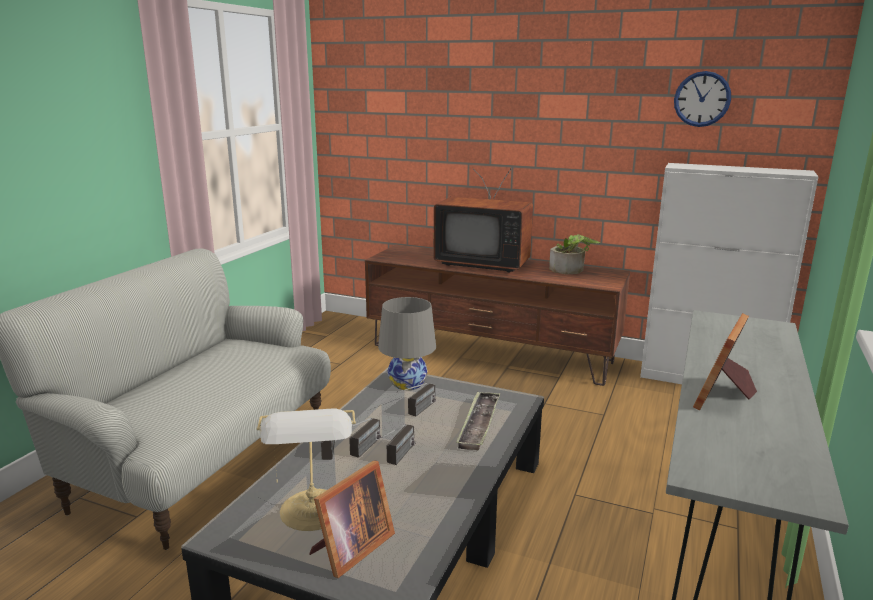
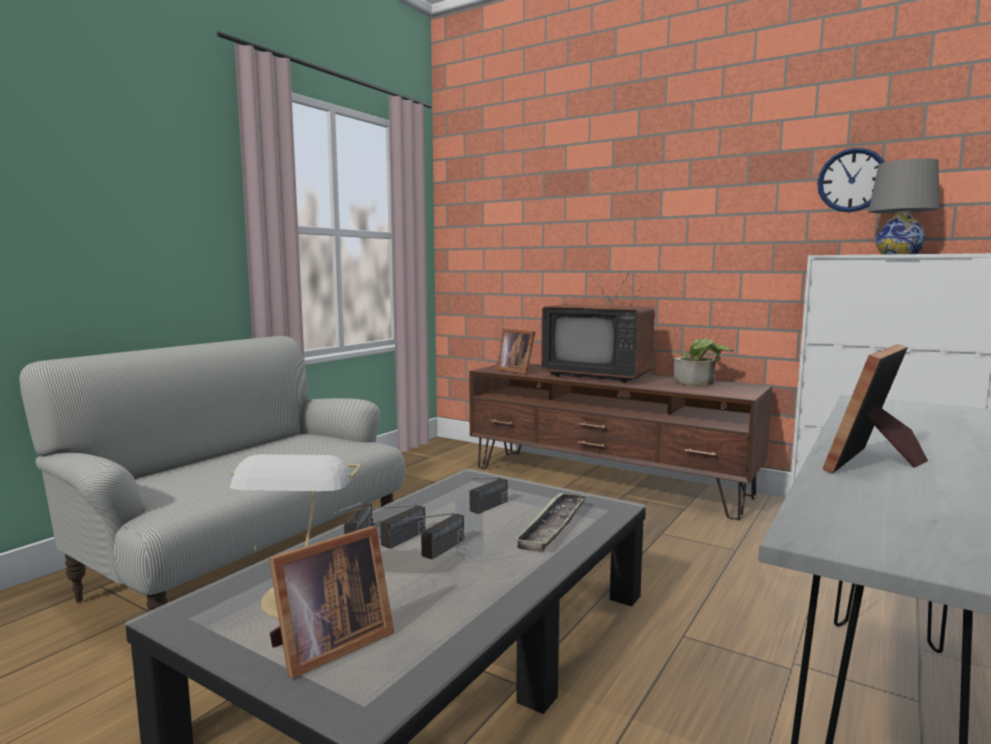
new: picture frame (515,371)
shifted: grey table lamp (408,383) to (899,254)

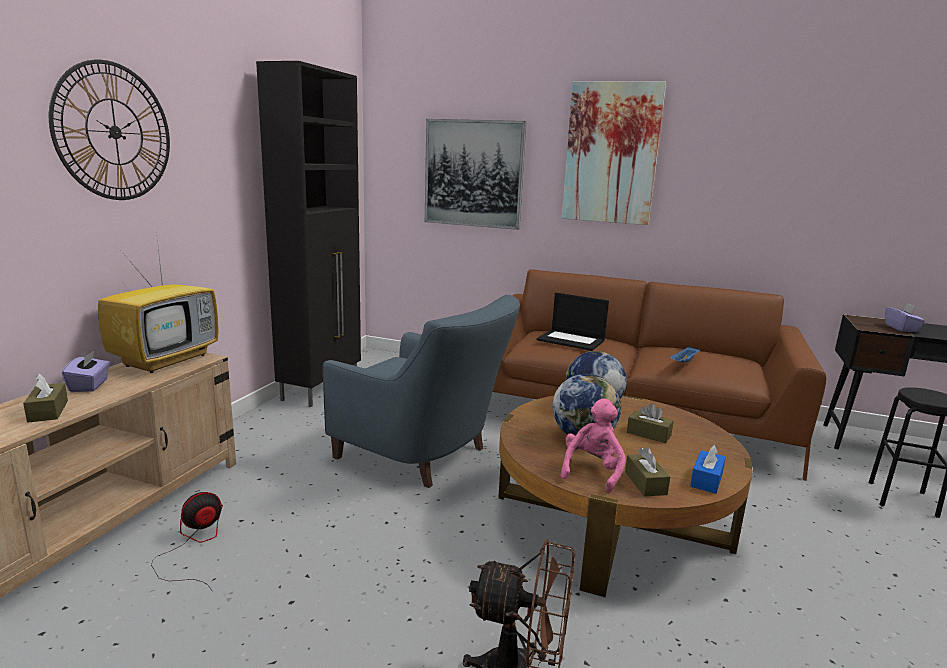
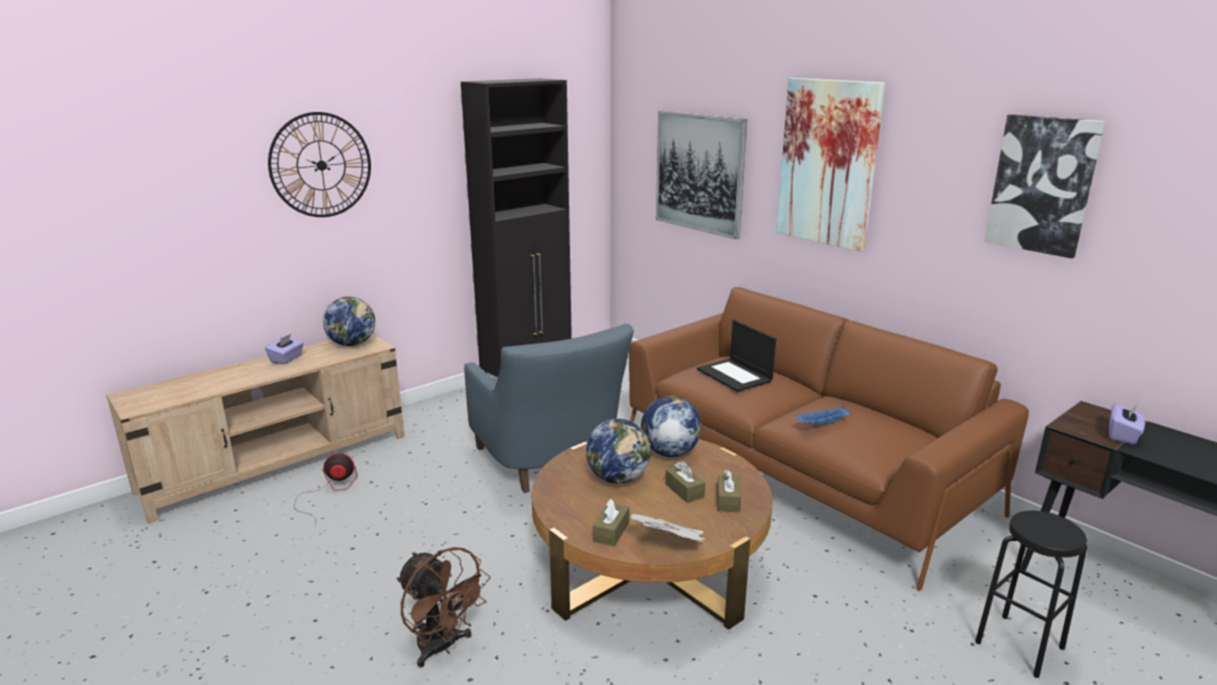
gone: pink plush toy (592,471)
new: picture (1042,185)
shifted: brown tissue box (48,411) to (728,500)
swapped: television (166,360) to globe (352,344); blue tissue box (706,480) to newspaper (671,544)

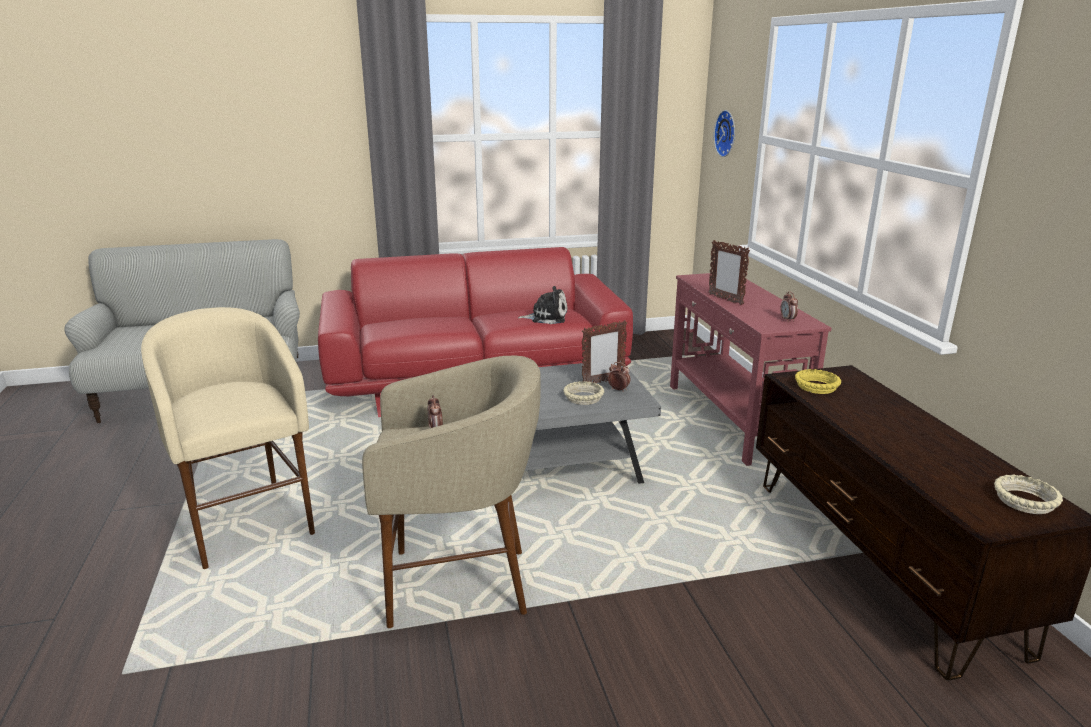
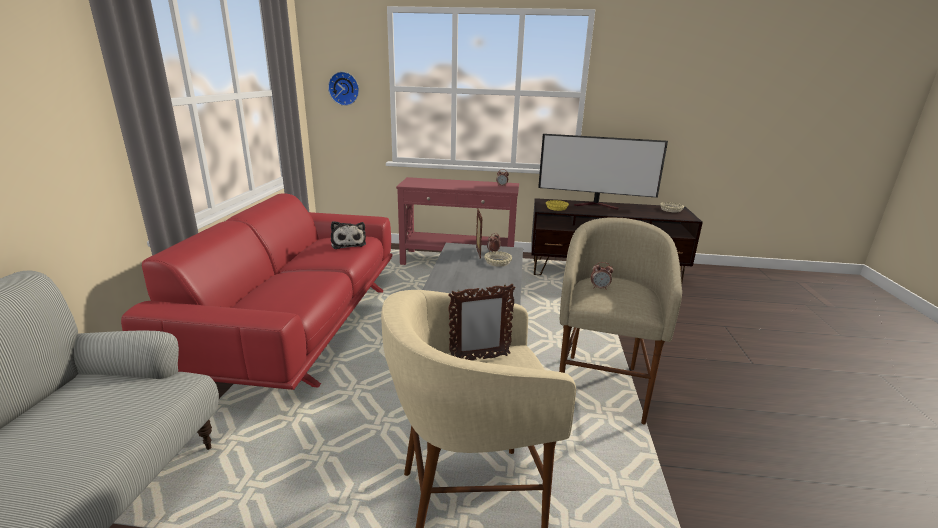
new: television (597,205)
shifted: picture frame (725,299) to (479,359)
rotated: plush toy (546,317) = (348,243) 135 degrees clockwise

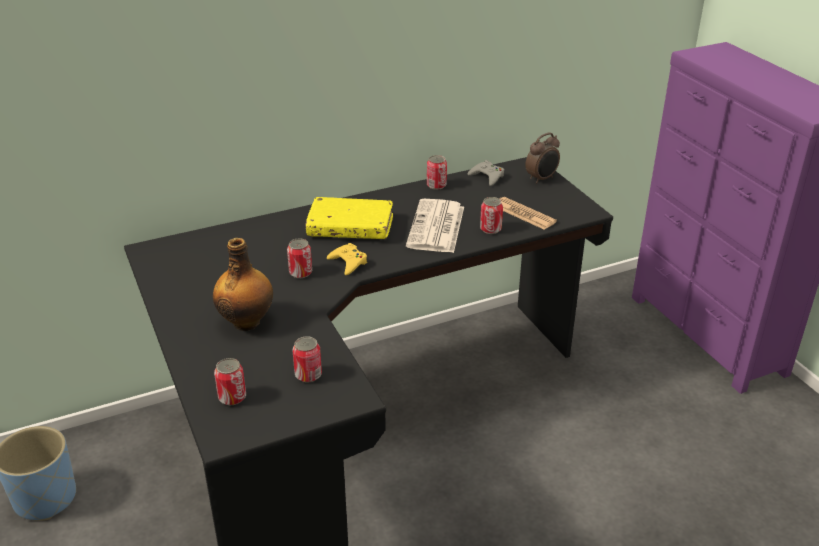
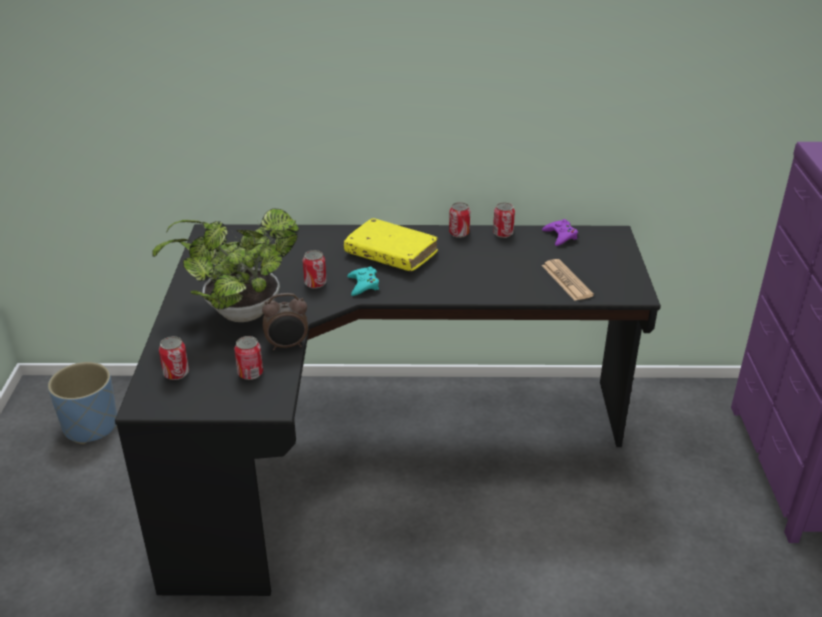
gone: newspaper (436,227)
shifted: alarm clock (542,179) to (287,346); can (490,229) to (459,233)
swapped: bottle (247,322) to potted plant (238,313)
repainted: grey game controller (487,177) to purple game controller (560,236); yellow game controller (348,262) to turquoise game controller (363,285)

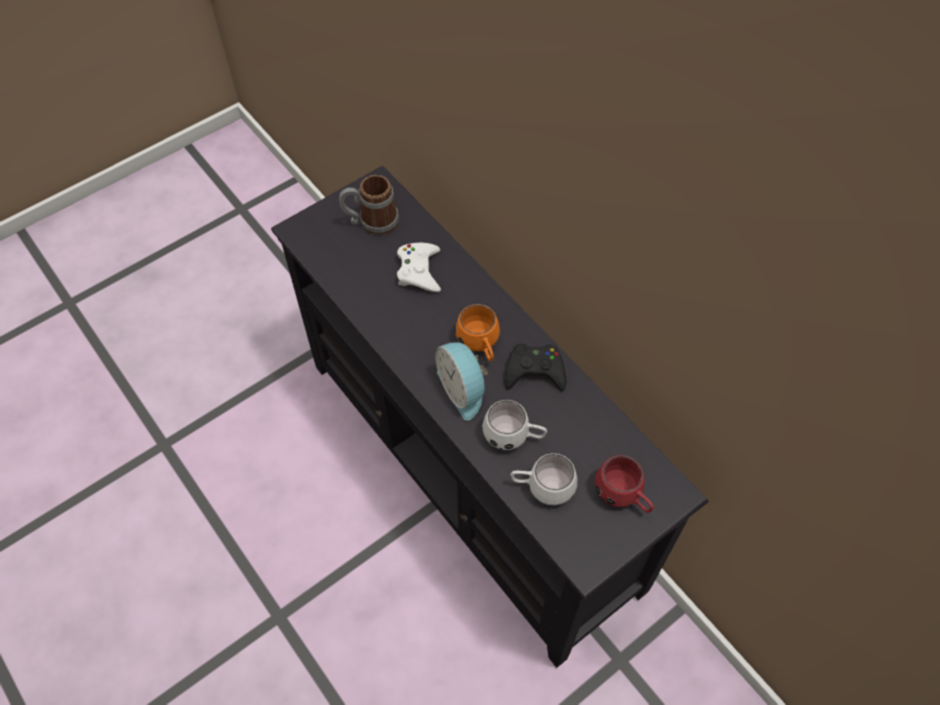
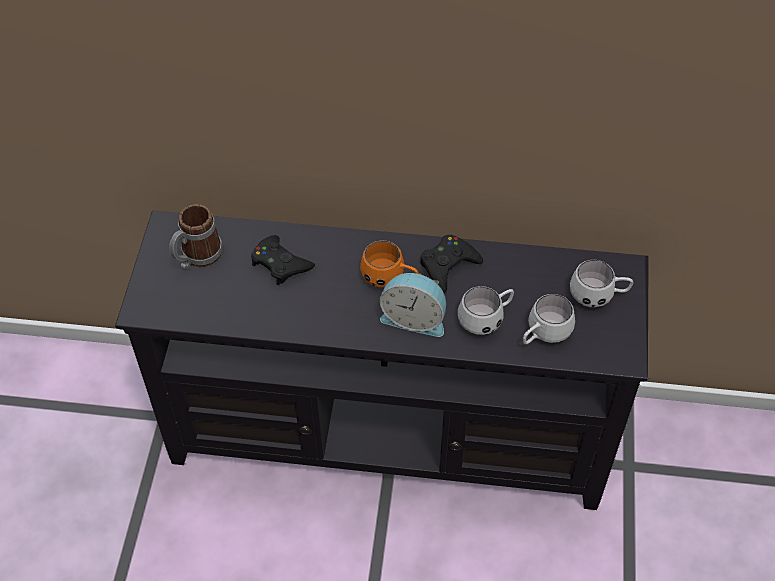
repainted: white game controller (419,271) to black game controller (280,264); red mug (623,496) to white mug (598,296)

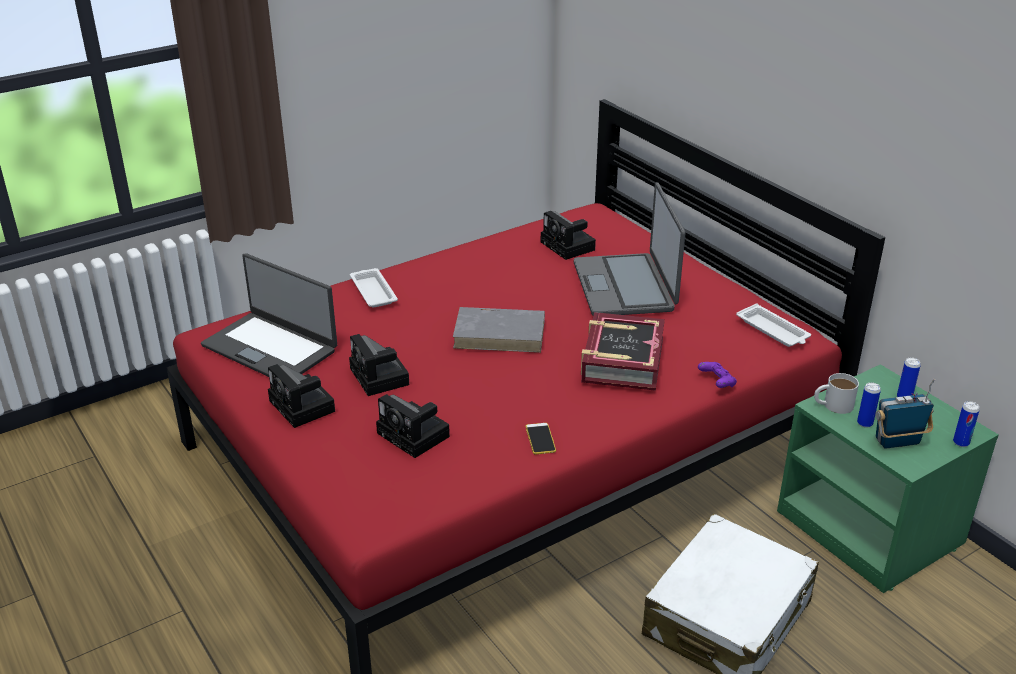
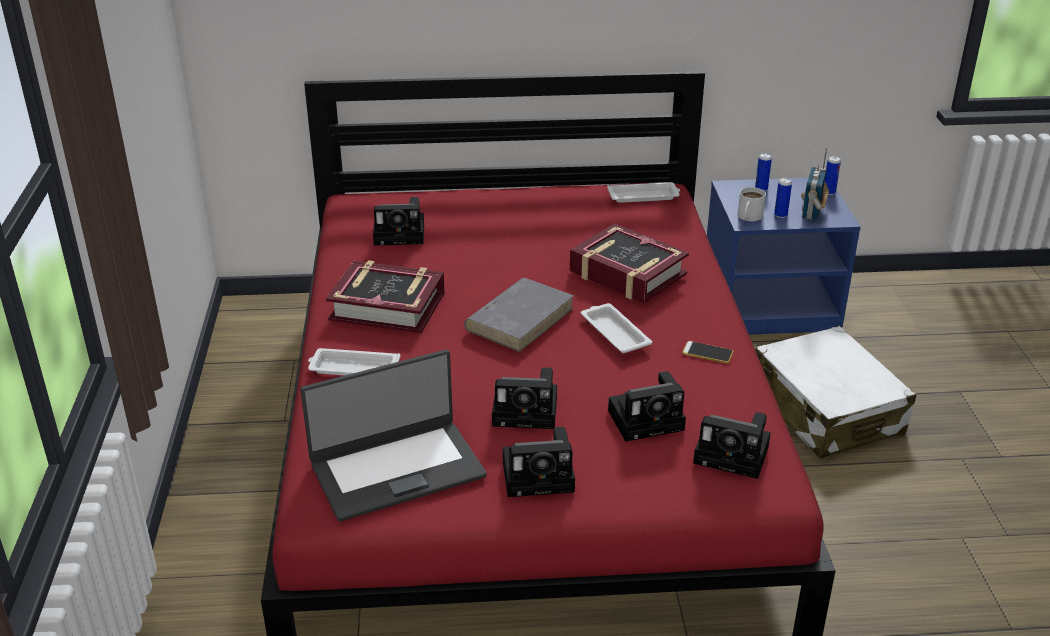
gone: laptop (625,287); purple game controller (717,382)
new: book (388,306); white tray (614,332); photo camera (735,455)
repainted: green nightstand (871,528) to blue nightstand (770,306)

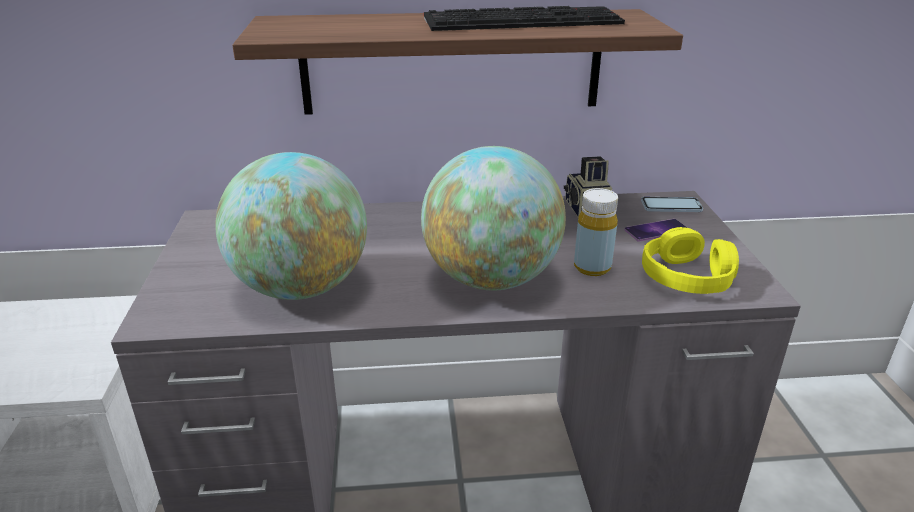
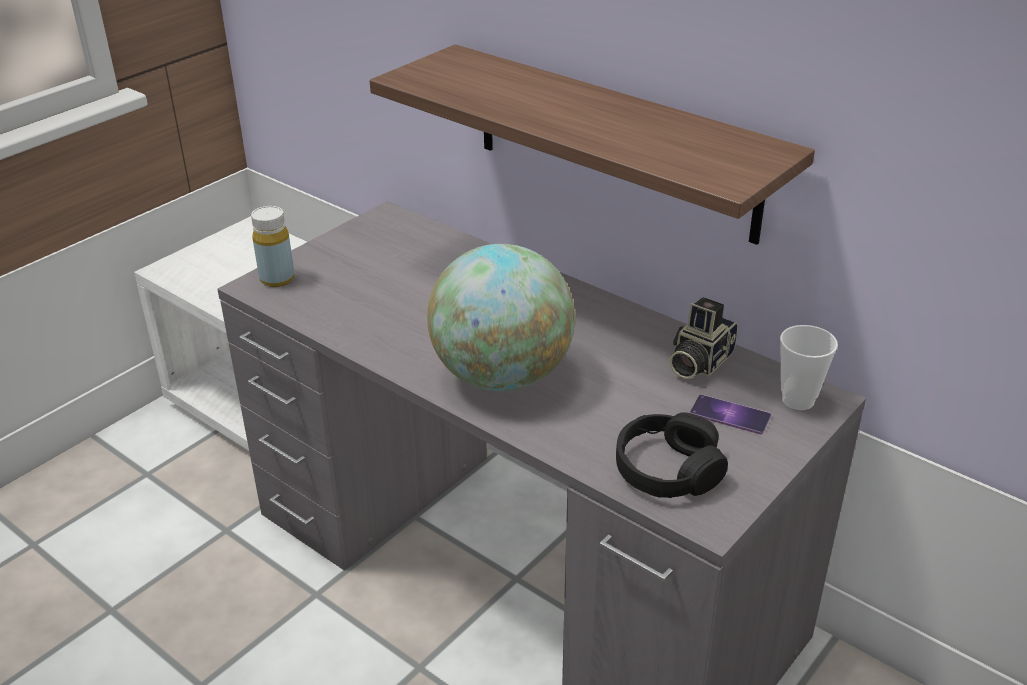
gone: keyboard (523,20); globe (301,288)
shifted: yellow bottle (592,267) to (277,279)
swapped: phone (671,206) to cup (798,400)
repainted: yellow headphones (687,277) to black headphones (668,470)

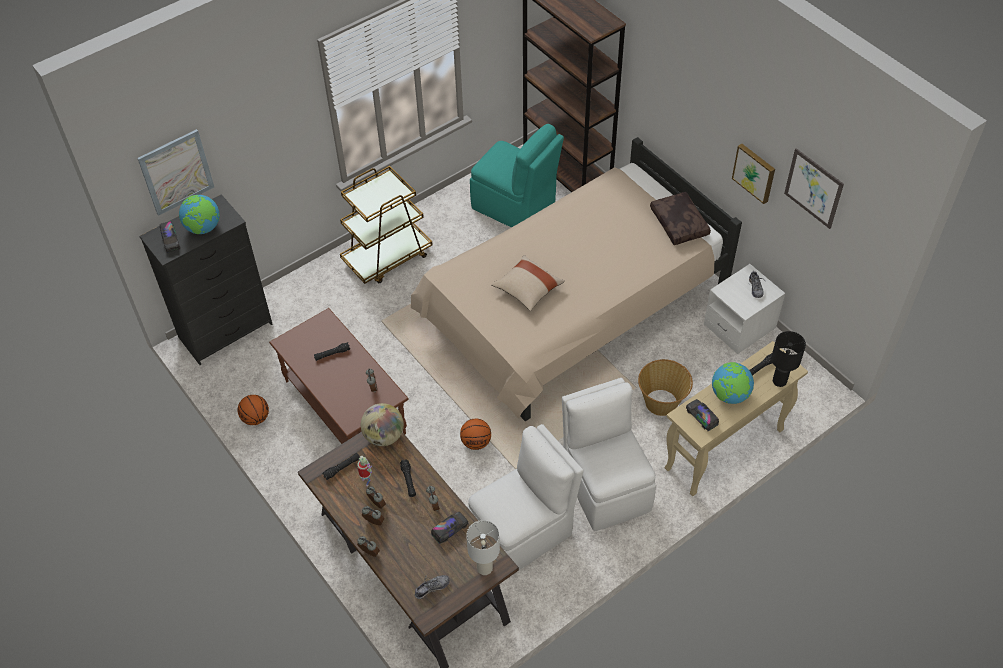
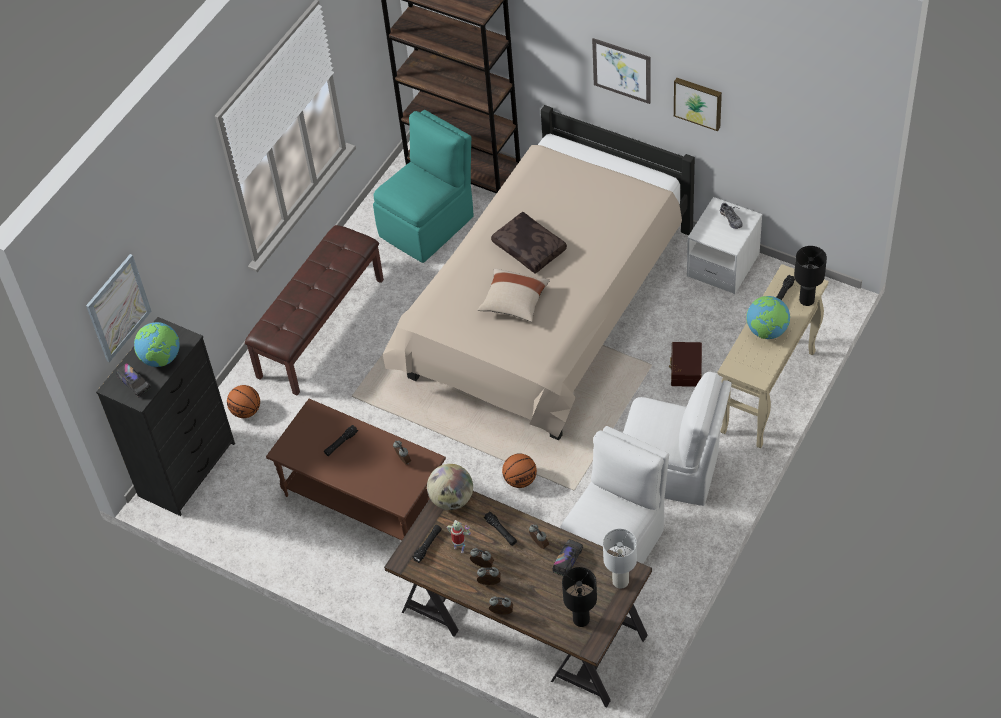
gone: toy truck (701,417)
shifted: picture (813,188) to (621,70); brown pillow (680,223) to (530,248); basketball (256,418) to (246,411)
swapped: brown cart (387,257) to brown bench (320,327); basket (662,402) to brown storage box (685,370); shoe (432,588) to black table lamp (580,619)
rotated: turquoise chair (515,207) = (428,225) 60 degrees counterclockwise; white chair (605,486) = (671,472) 150 degrees clockwise

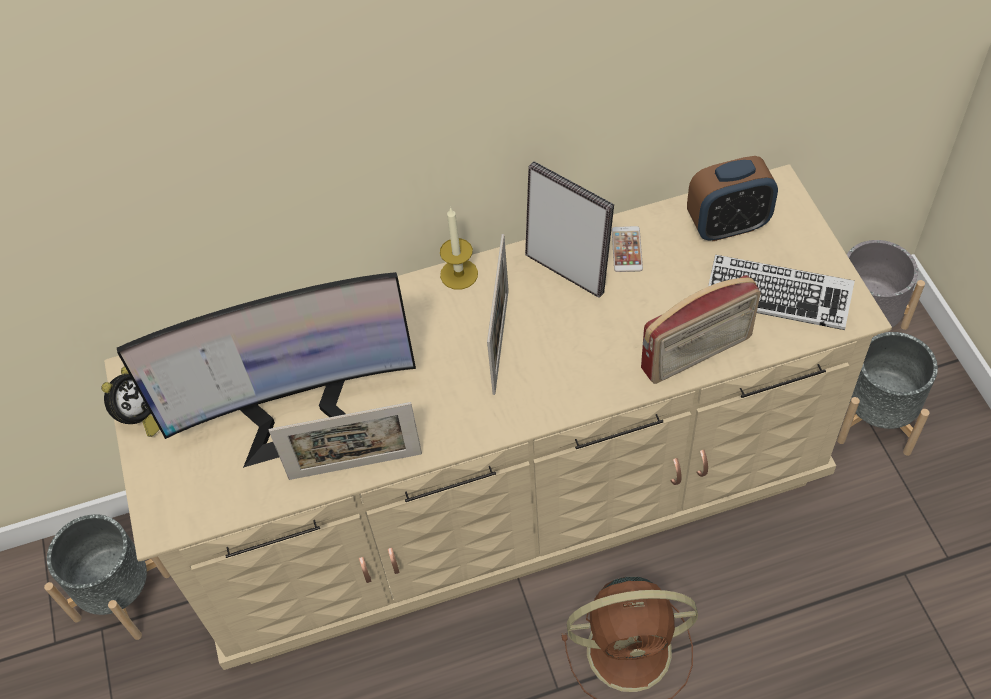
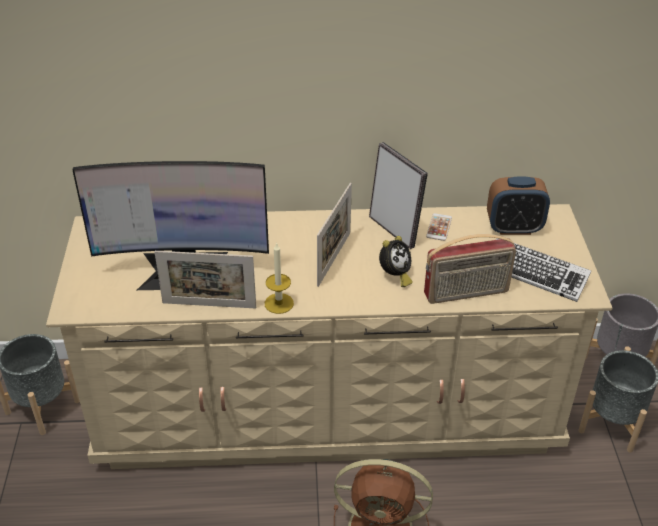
shifted: candle (459,274) to (279,303); alarm clock (139,418) to (395,276)

